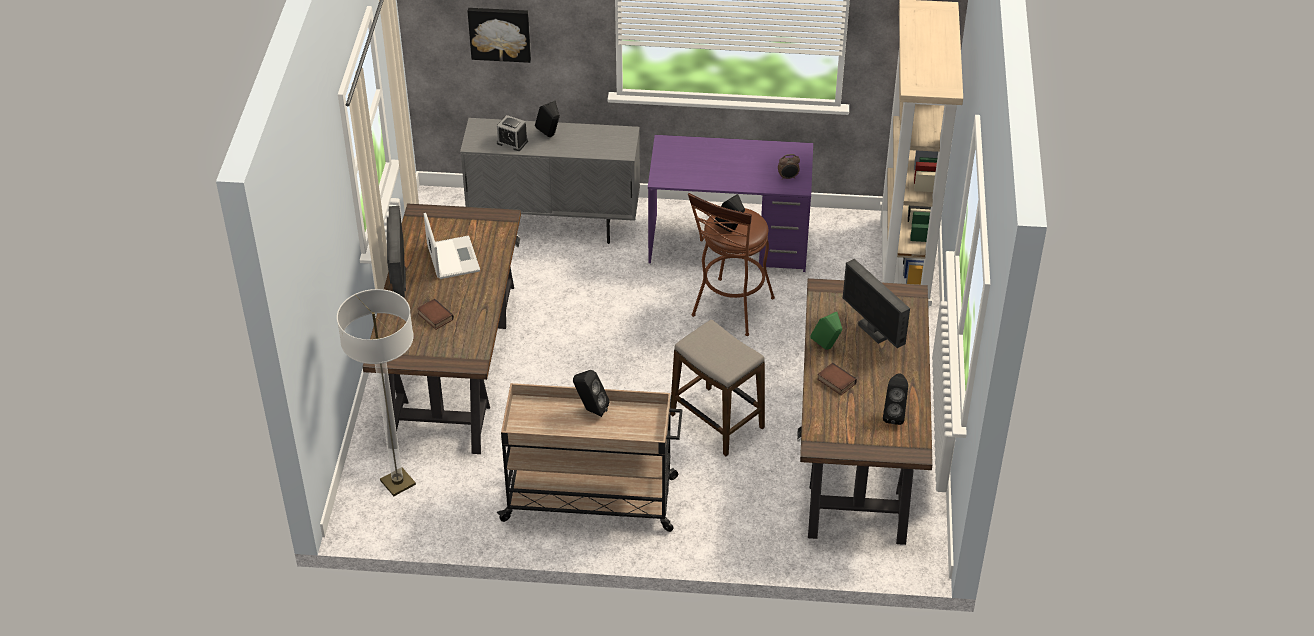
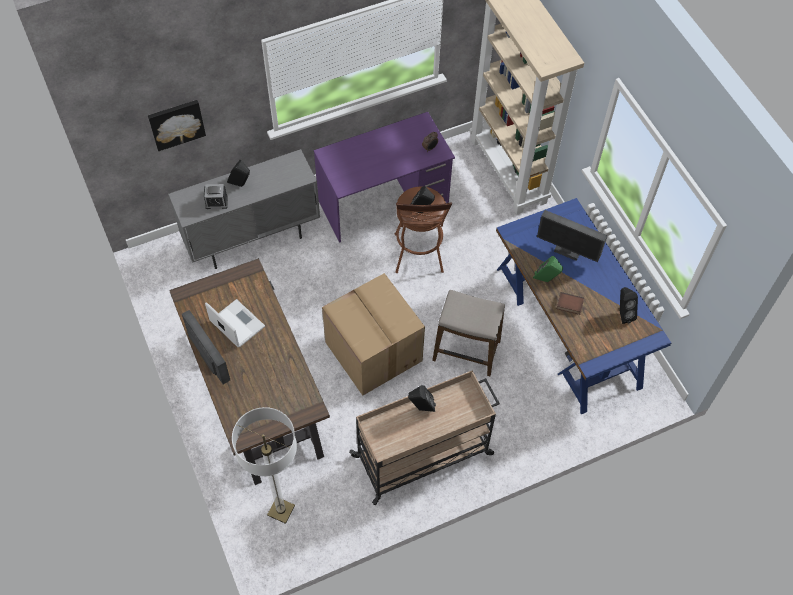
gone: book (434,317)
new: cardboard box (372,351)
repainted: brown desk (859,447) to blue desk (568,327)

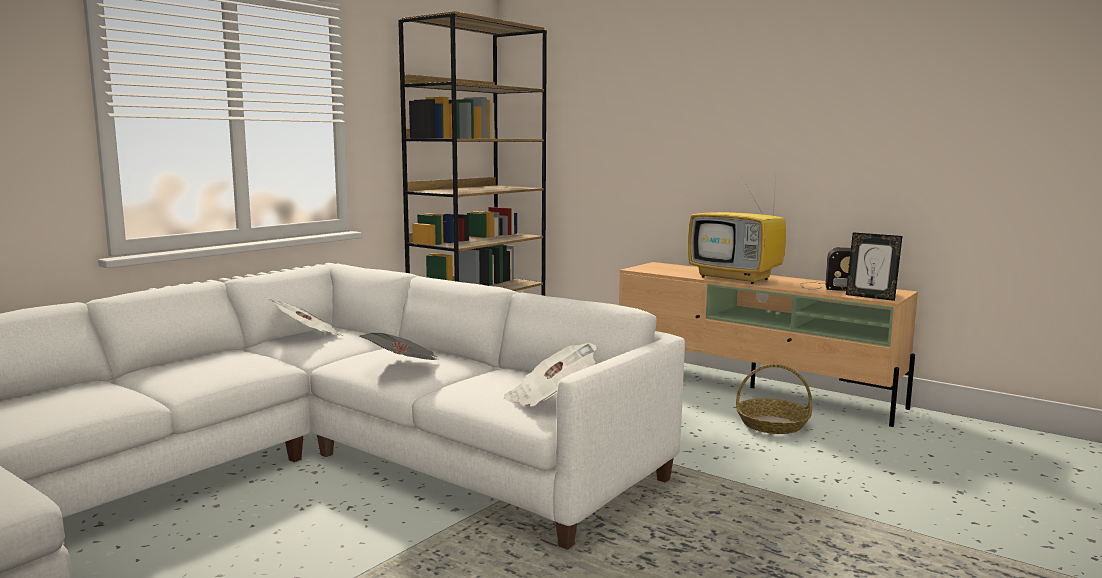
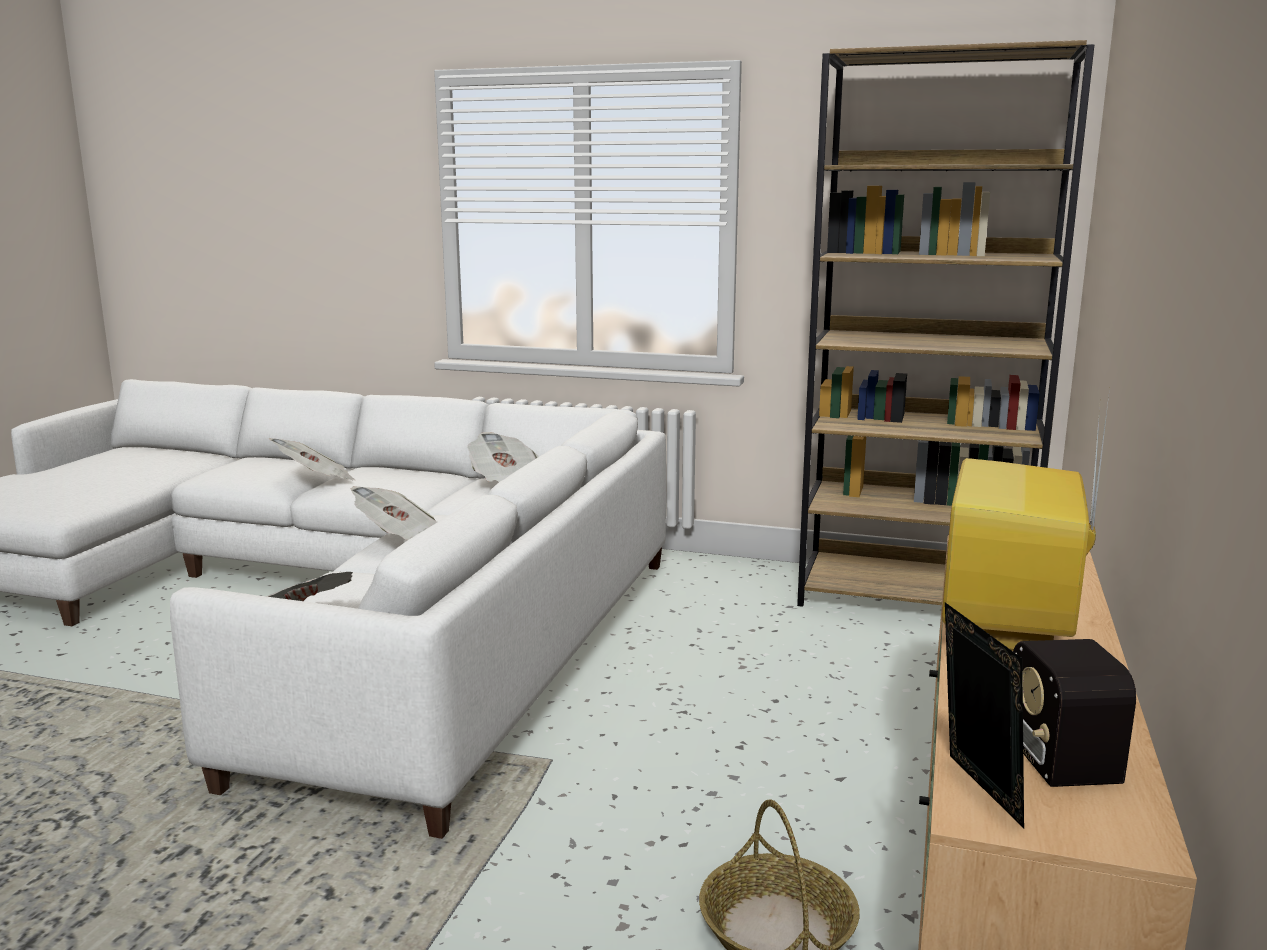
new: newspaper (316,480)
rotated: picture frame (870,297) = (975,791) 150 degrees clockwise

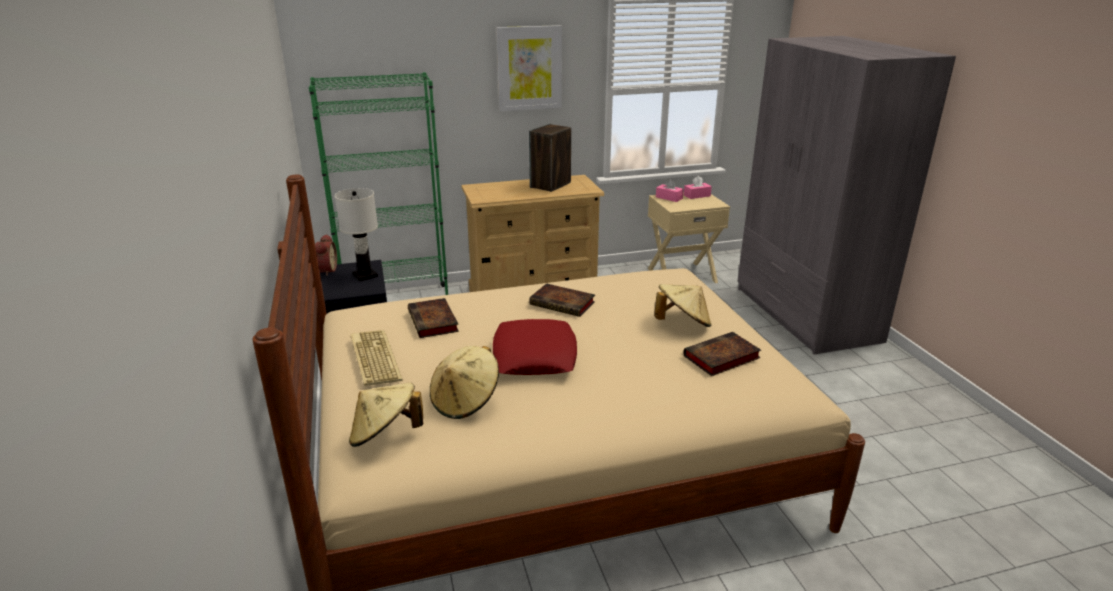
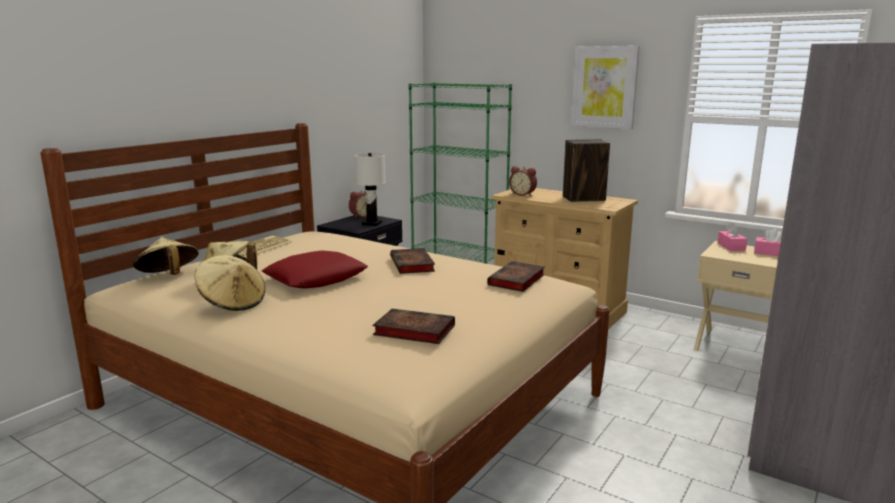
new: alarm clock (523,194)
shifted: beige hat (682,323) to (232,303); book (434,322) to (516,280)

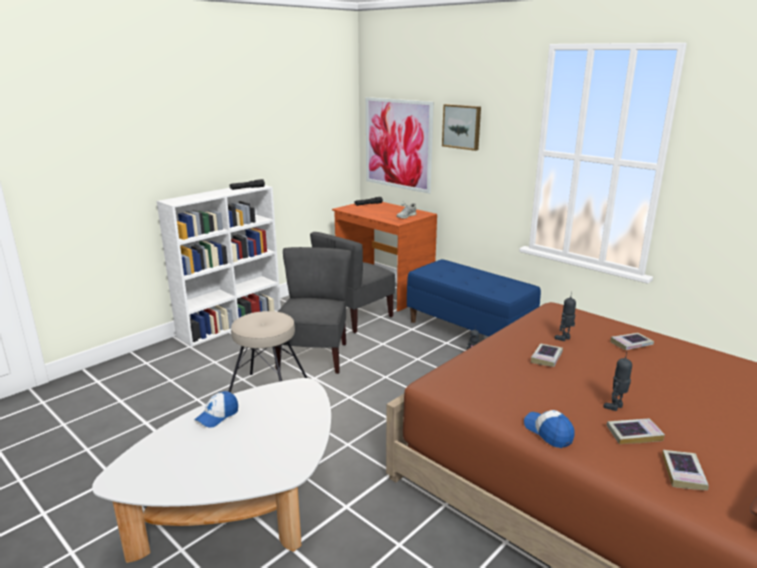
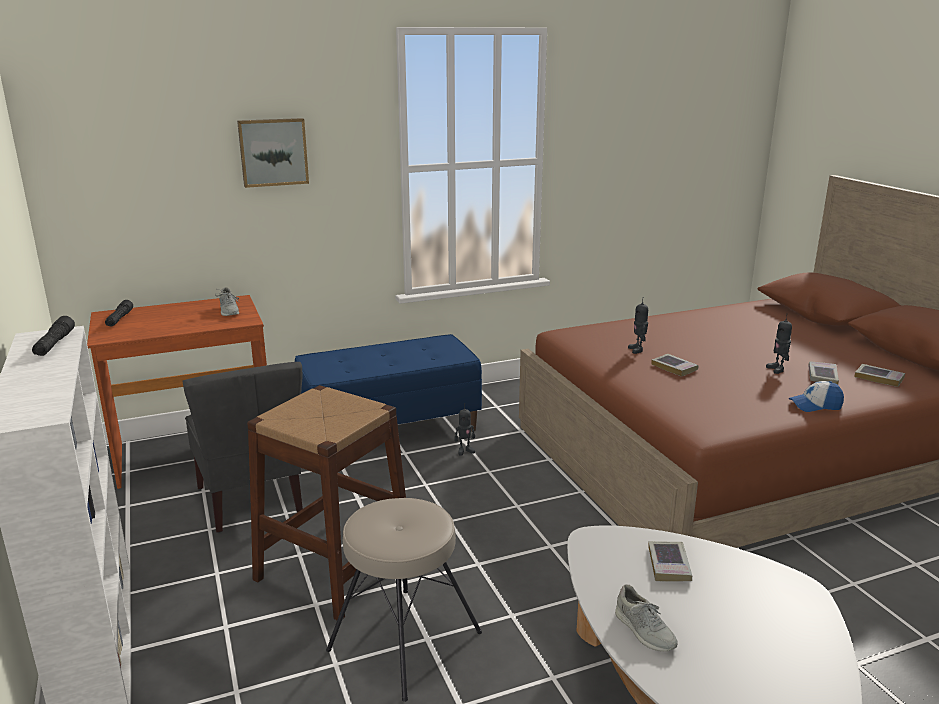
gone: picture (398,144)
shifted: book (631,344) to (669,565)
swapped: grey chair (314,356) to brown stool (334,568); cap (217,416) to grey shoe (644,631)

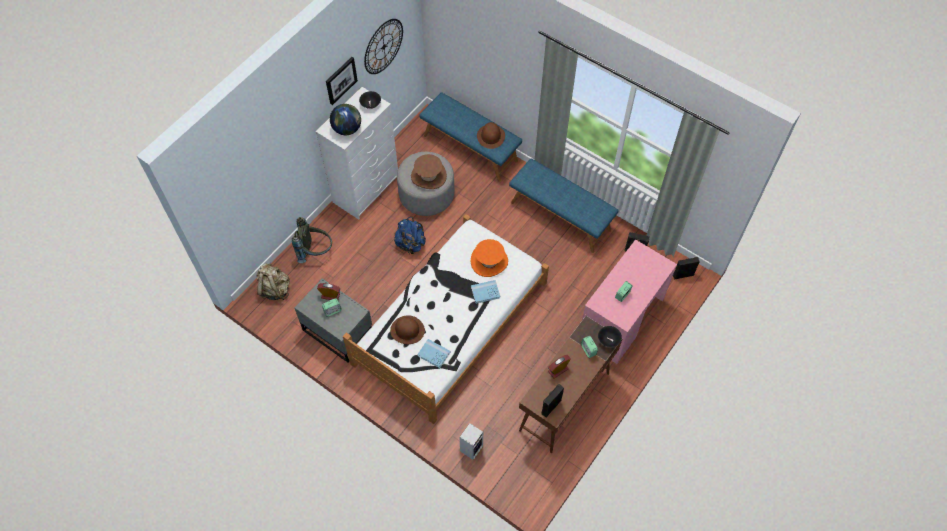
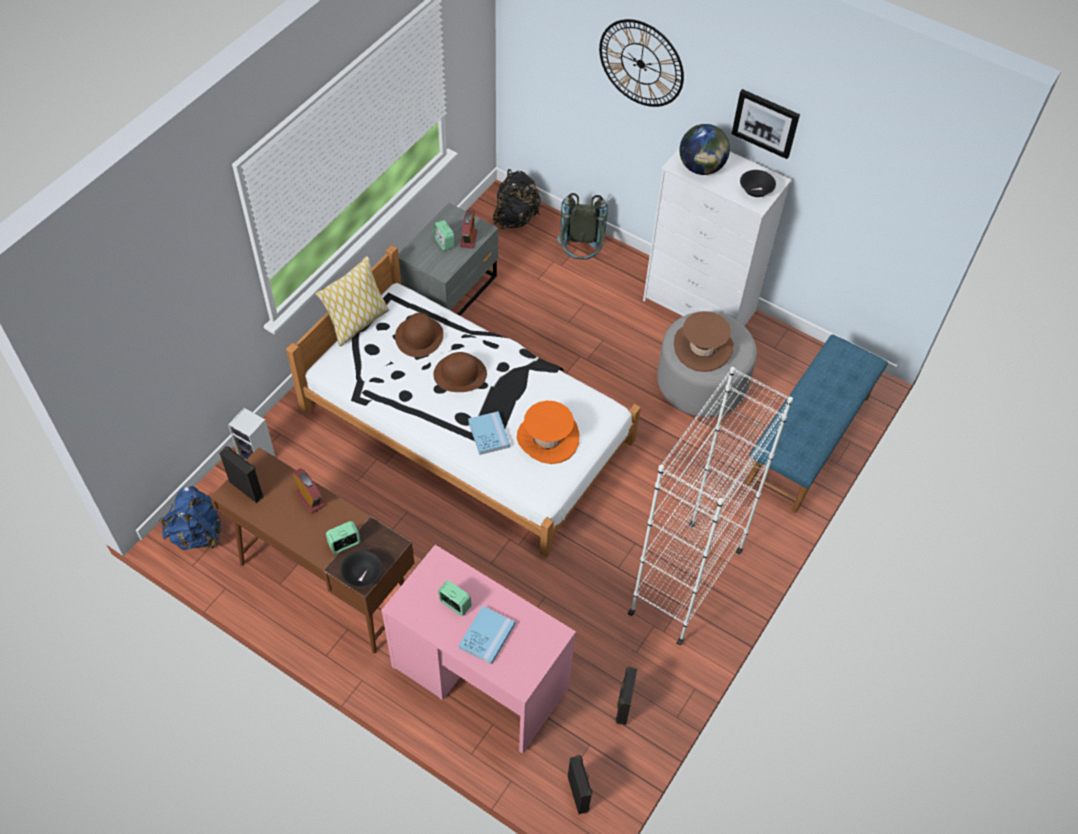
new: pillow (357,323)
shifted: wall clock (383,46) to (641,63); brown hat (491,136) to (459,374); blue backpack (410,244) to (198,533); blue book (433,354) to (487,636)
swapped: blue bench (560,216) to white bookcase (686,581)
repainted: beige backpack (275,289) to black backpack (515,218)

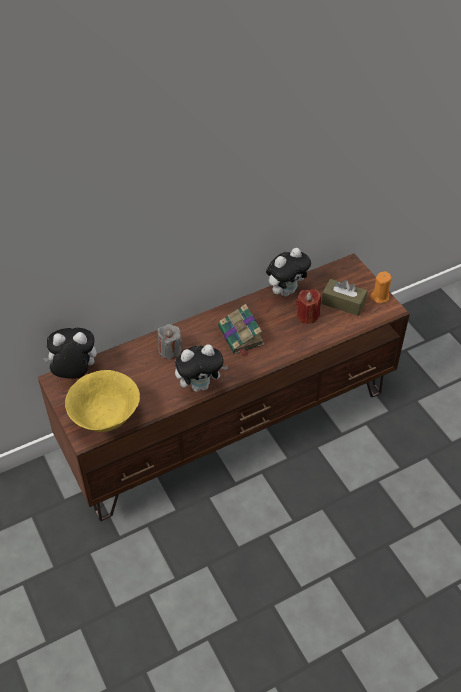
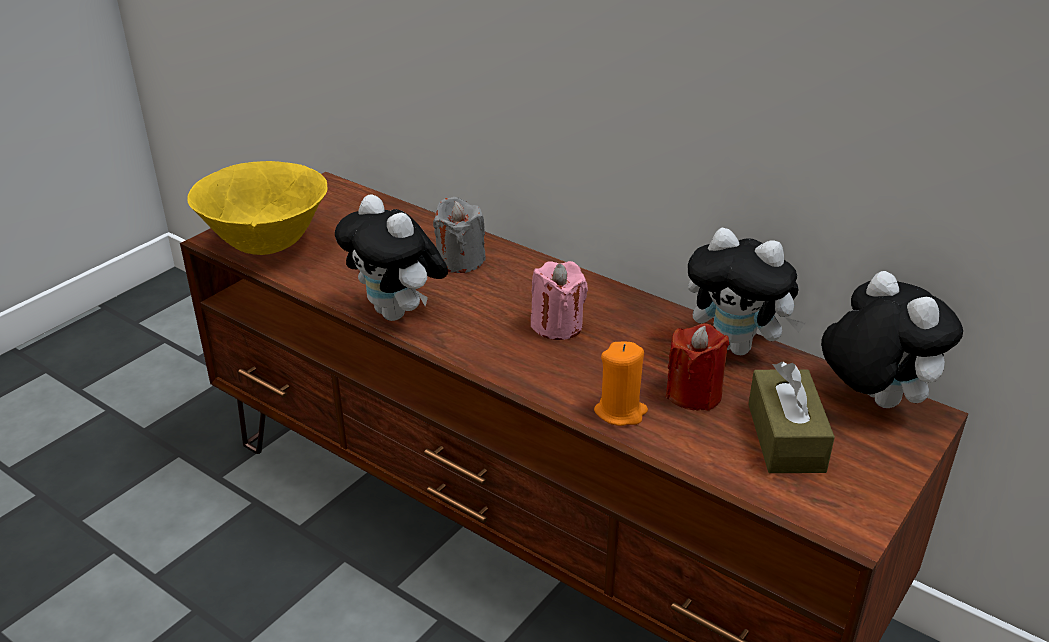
shifted: orange candle (380,296) to (620,412); plush toy (74,373) to (872,400)
swapped: book (241,336) to pink candle (557,326)

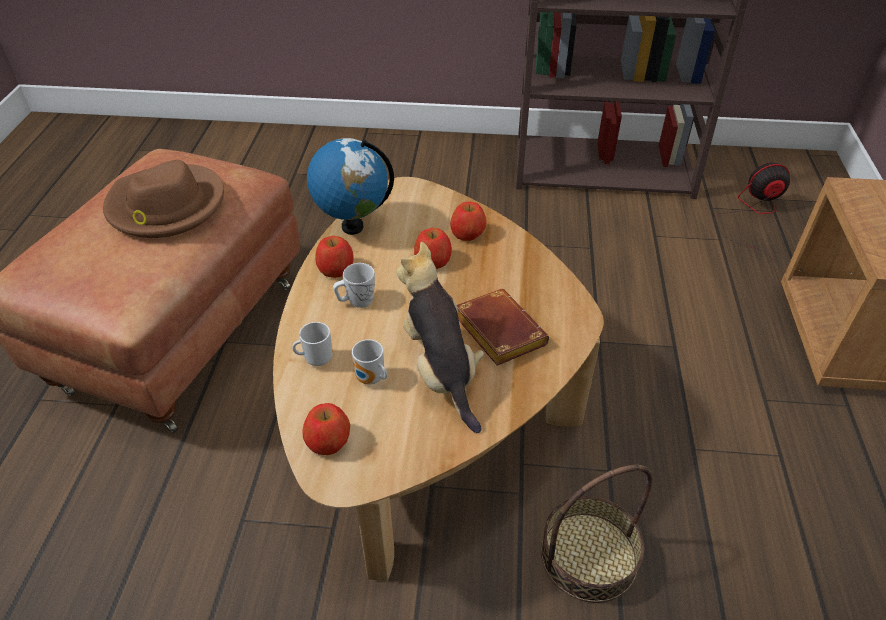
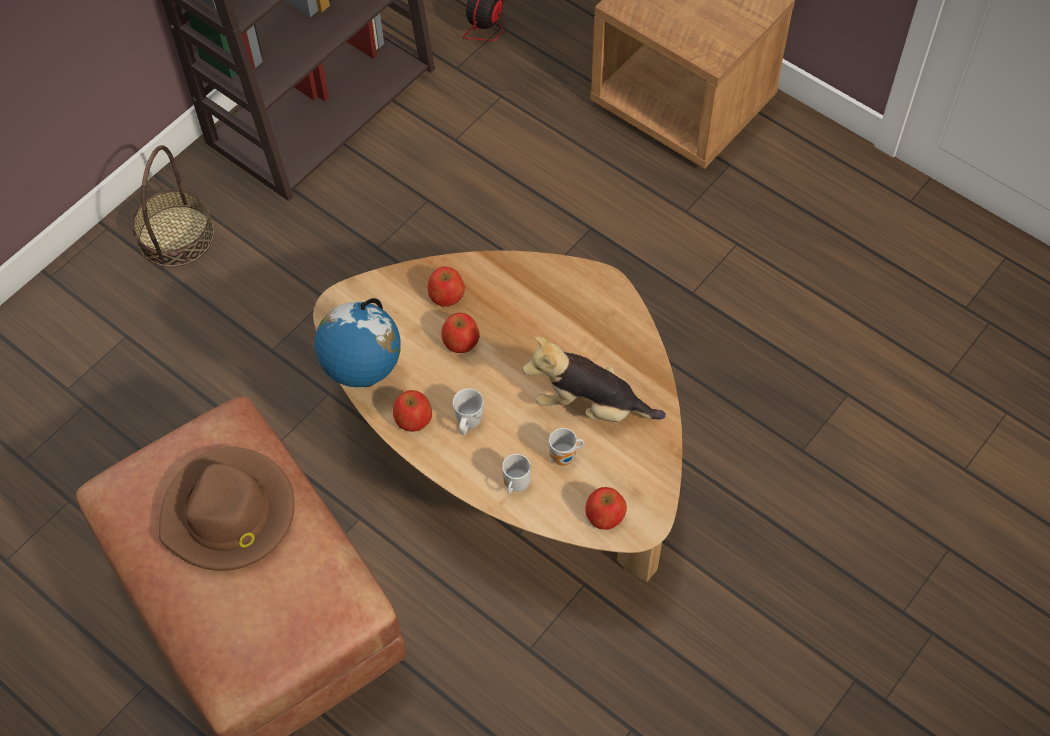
gone: brown book (496,331)
shifted: basket (589,556) to (176,236)

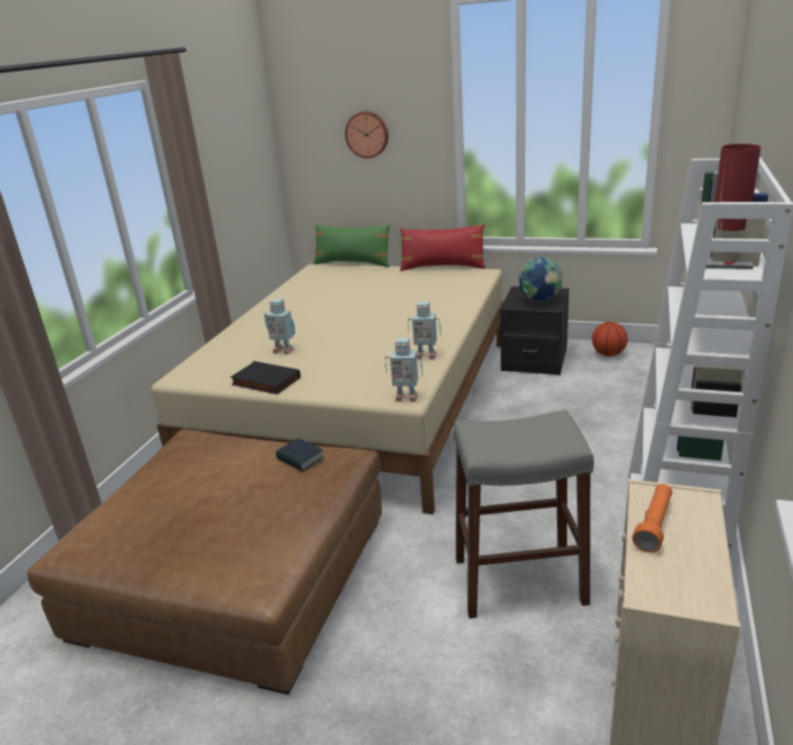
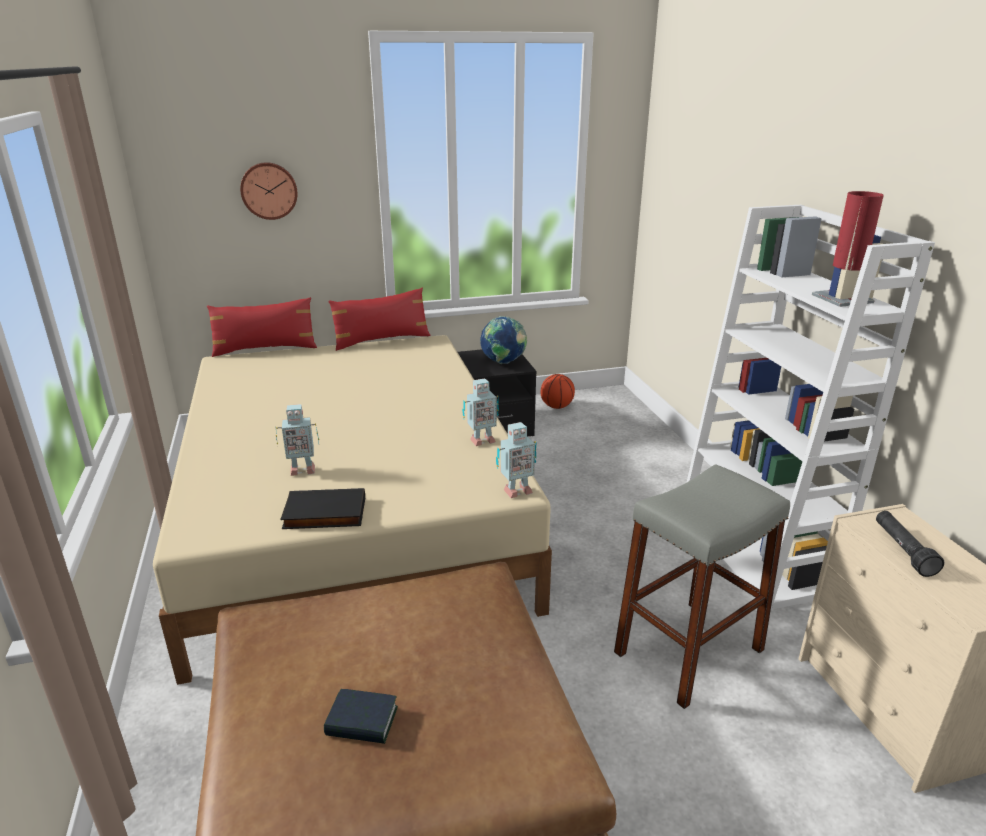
shifted: book (300,459) to (362,722)
repainted: green pillow (353,263) to red pillow (265,349); orange flashlight (654,525) to black flashlight (902,550)

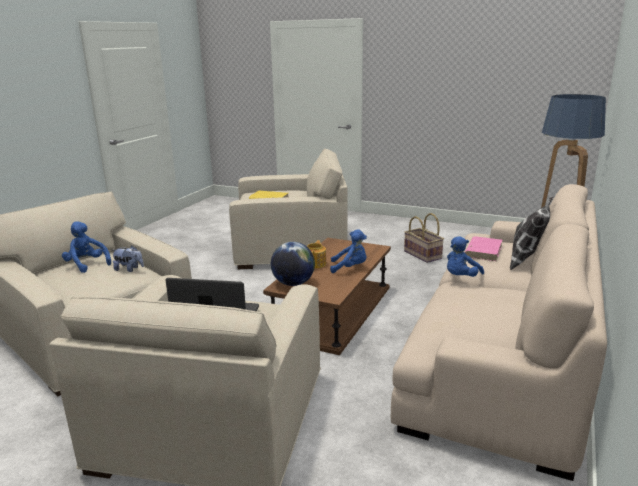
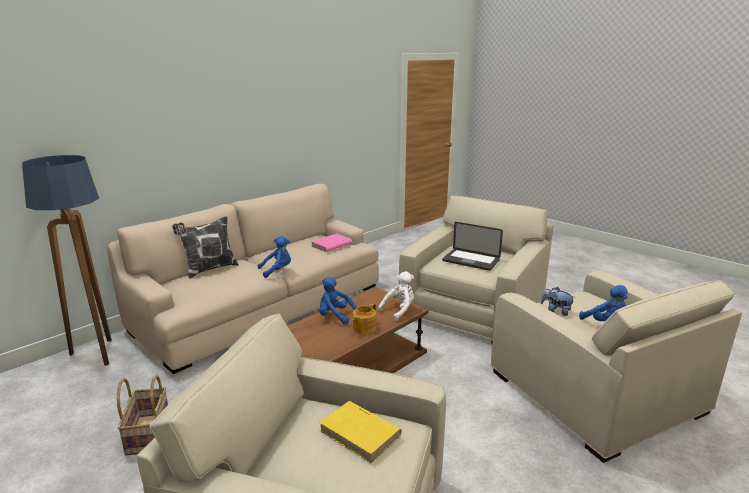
shifted: pink book (483,251) to (331,245)
swapped: globe (293,283) to white plush toy (399,310)

